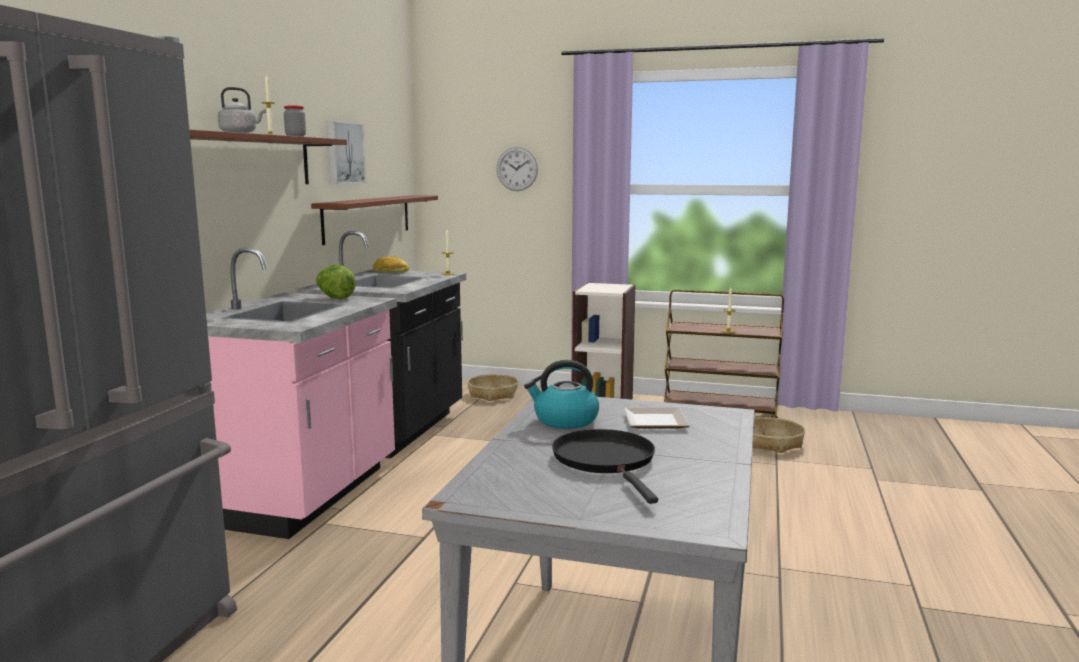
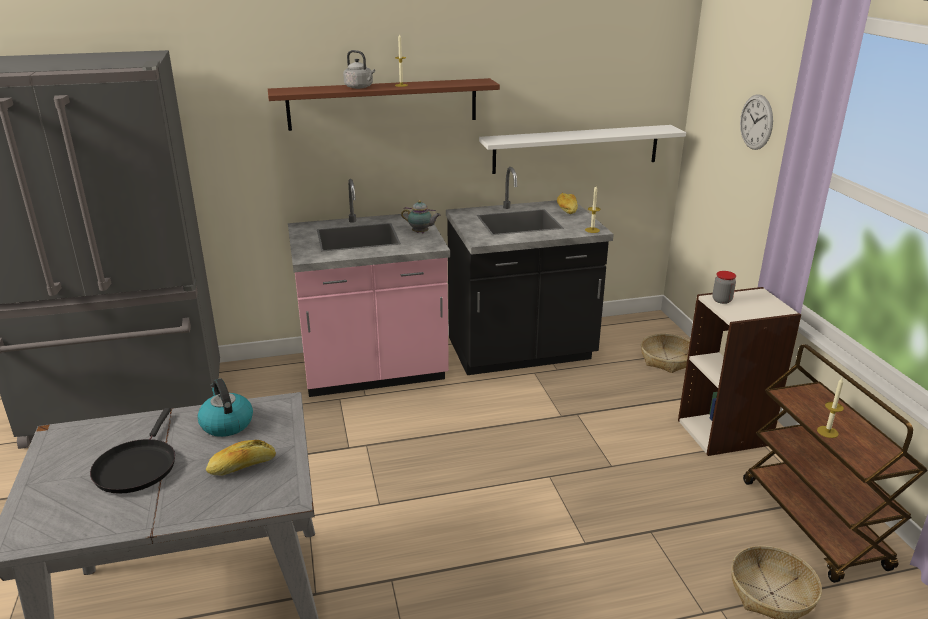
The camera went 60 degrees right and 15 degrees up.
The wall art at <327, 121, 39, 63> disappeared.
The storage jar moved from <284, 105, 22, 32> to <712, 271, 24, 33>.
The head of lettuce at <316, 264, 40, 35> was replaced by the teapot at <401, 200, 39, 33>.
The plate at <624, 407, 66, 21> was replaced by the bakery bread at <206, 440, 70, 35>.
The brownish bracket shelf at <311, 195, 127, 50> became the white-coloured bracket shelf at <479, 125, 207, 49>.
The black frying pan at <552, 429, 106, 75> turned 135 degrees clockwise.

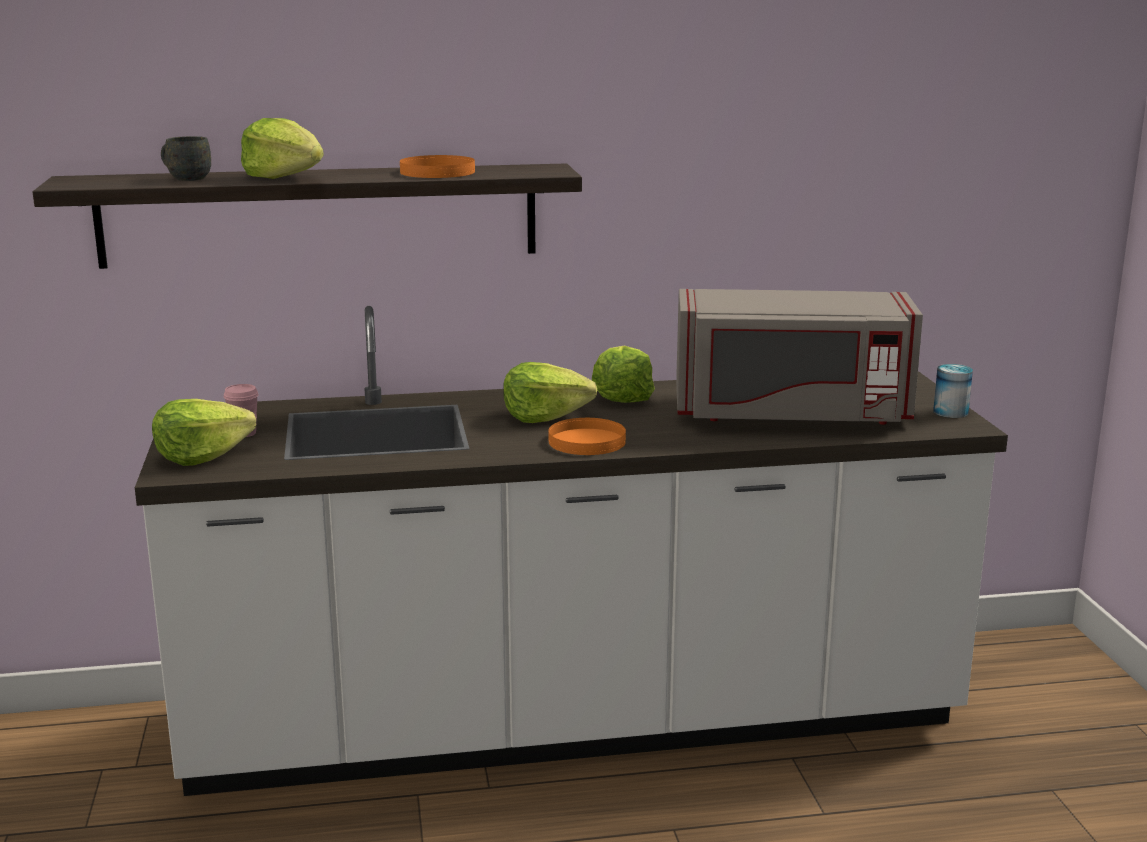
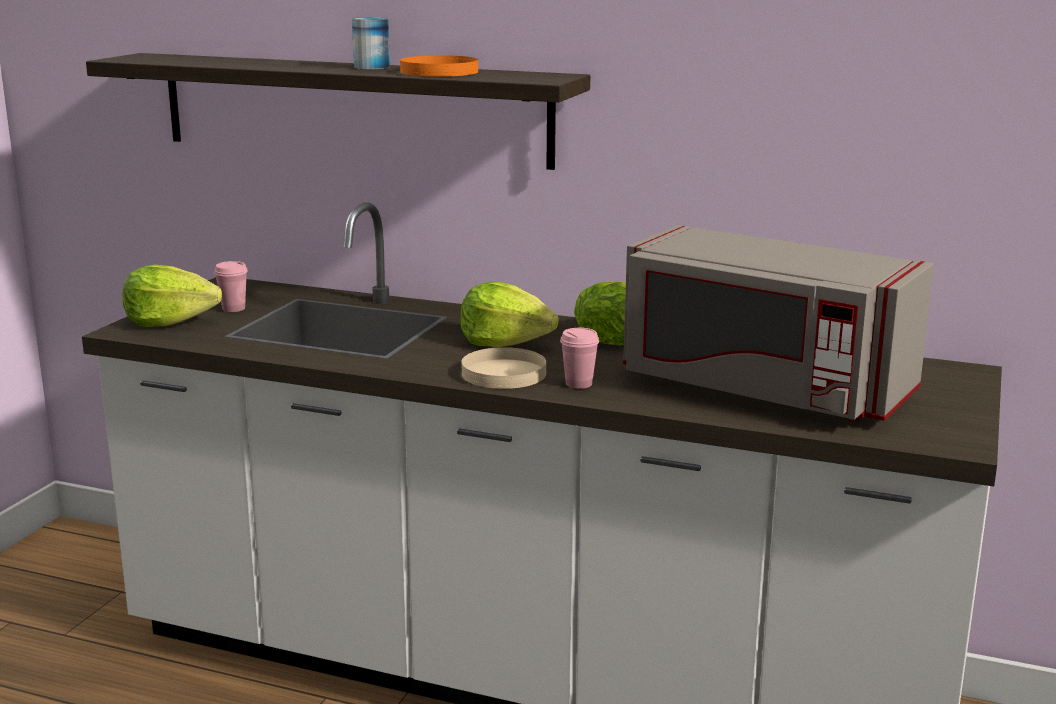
The camera went 30 degrees right and 0 degrees up.
The grey coffee mug at <161, 136, 50, 45> disappeared.
The head of lettuce at <241, 118, 83, 61> disappeared.
The pinkish cup at <560, 328, 39, 61> appeared.
The sealed can moved from <933, 364, 40, 54> to <352, 17, 38, 53>.
The orange-coloured plate at <549, 418, 77, 37> became the beige plate at <462, 347, 84, 42>.

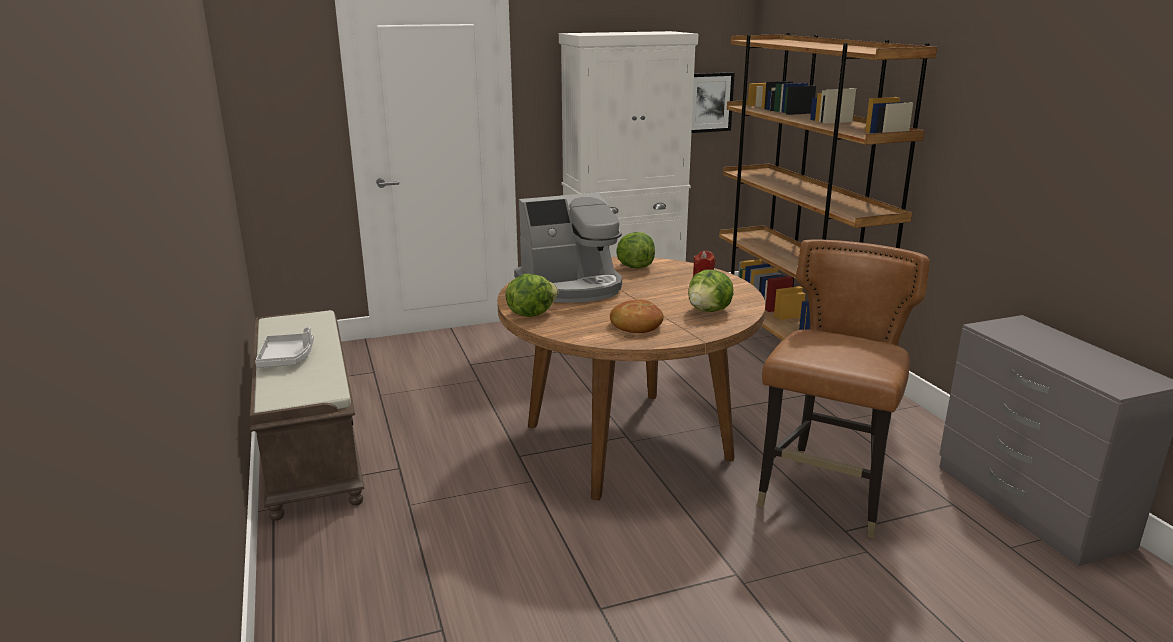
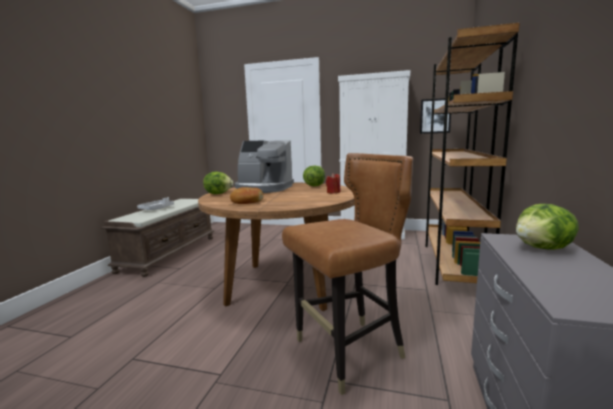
The camera went 35 degrees right and 10 degrees down.
The head of lettuce moved from <688, 269, 45, 43> to <516, 204, 63, 46>.

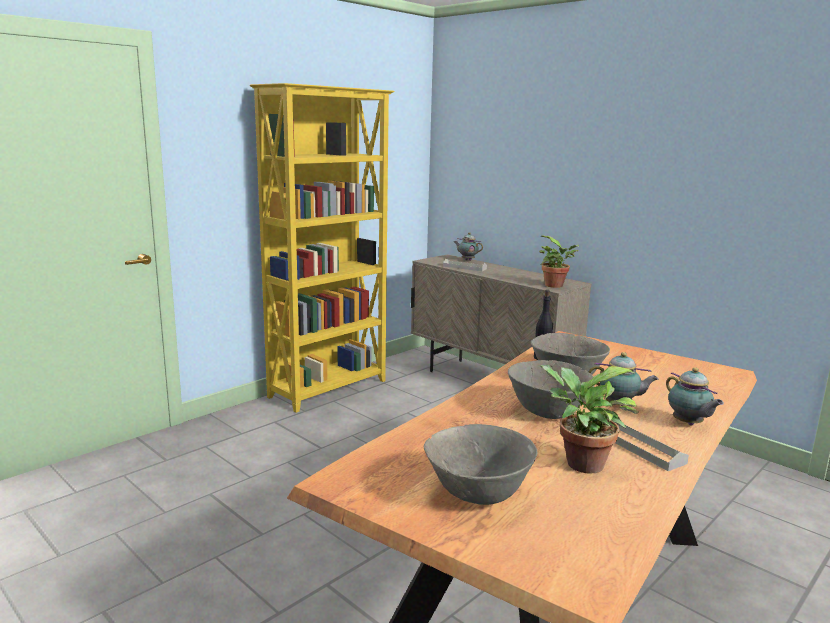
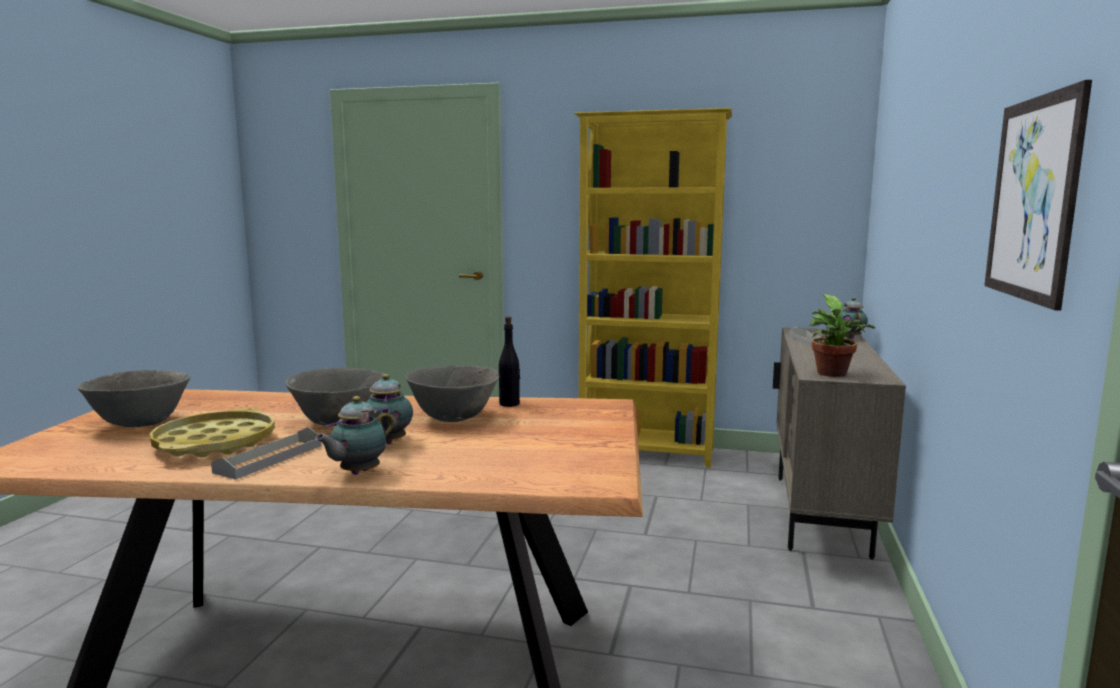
The camera went 60 degrees right and 5 degrees down.
The wall art at <984, 80, 108, 231> appeared.
The plant in a pot at <539, 365, 100, 109> was replaced by the yellow-coloured tray at <150, 408, 125, 50>.

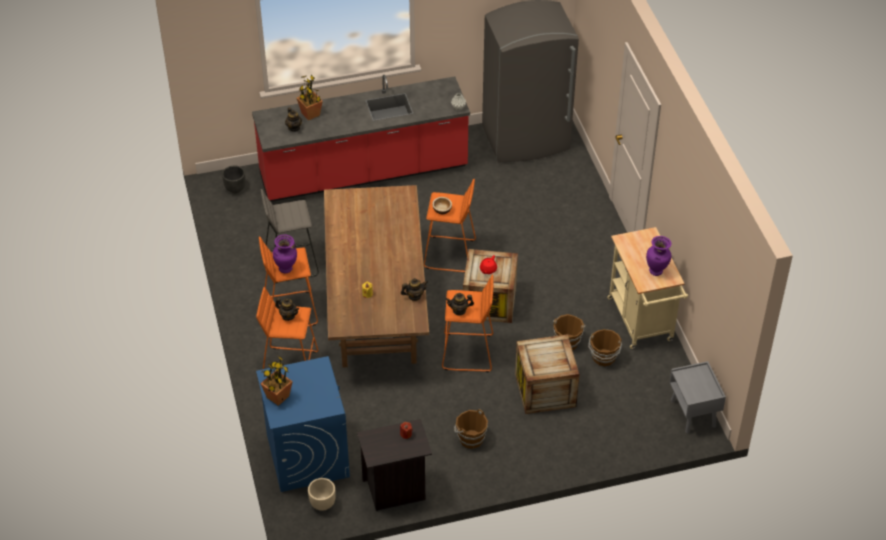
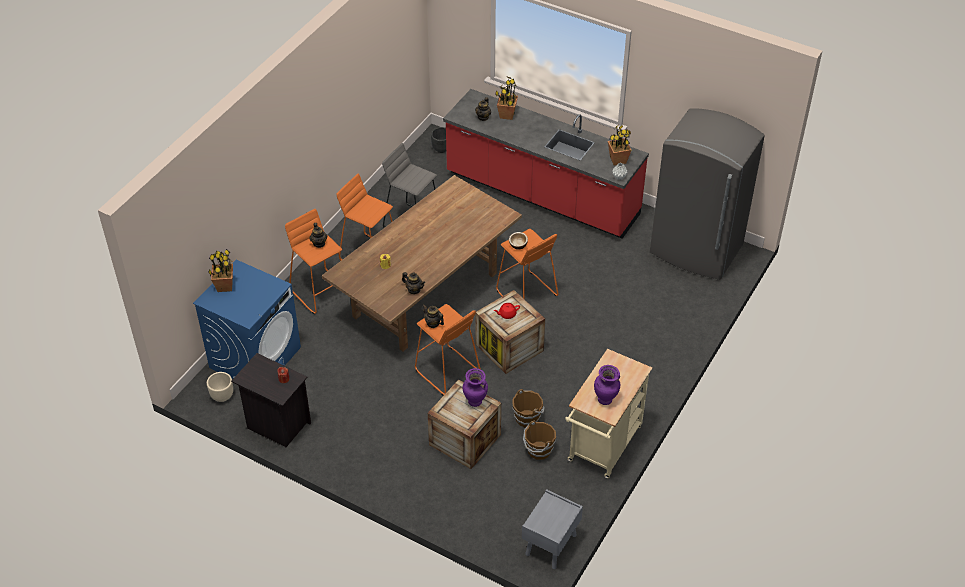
The camera went 45 degrees right and 0 degrees up.
The brownish bucket at <454, 409, 34, 40> disappeared.
The plant in a pot at <608, 126, 23, 40> appeared.
The purple vase moved from <273, 234, 24, 39> to <463, 368, 25, 39>.

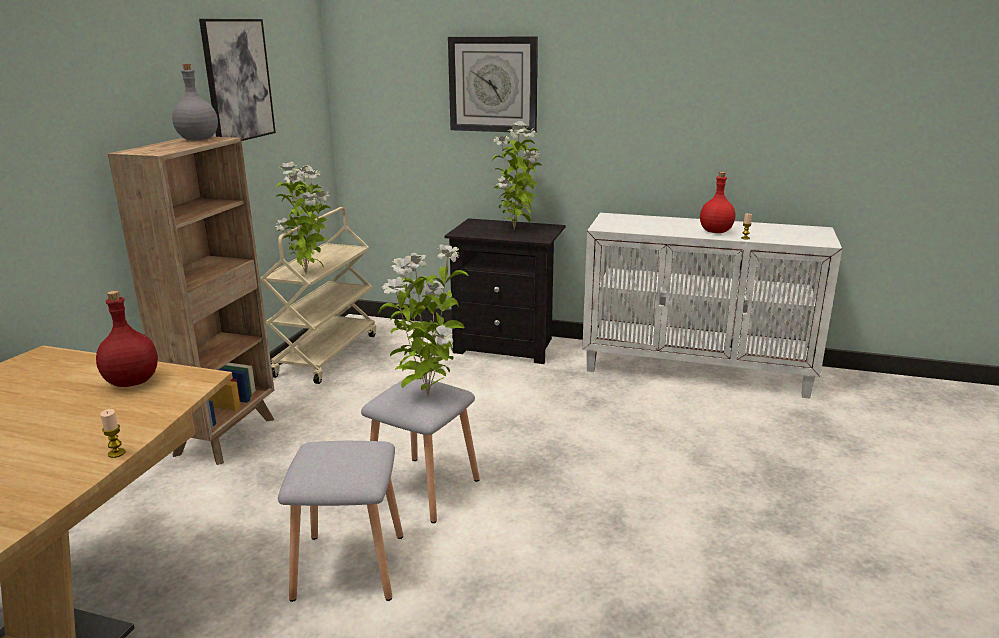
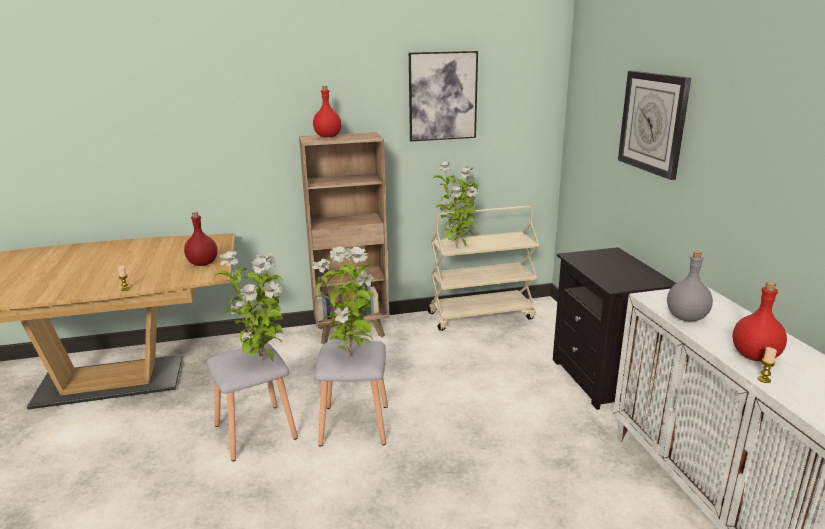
The camera went 60 degrees right and 0 degrees up.
The reddish drink bottle at <313, 86, 29, 52> appeared.
The grey drink bottle moved from <172, 64, 46, 76> to <667, 251, 46, 70>.
The plant in a pot moved from <492, 121, 50, 109> to <214, 251, 69, 110>.

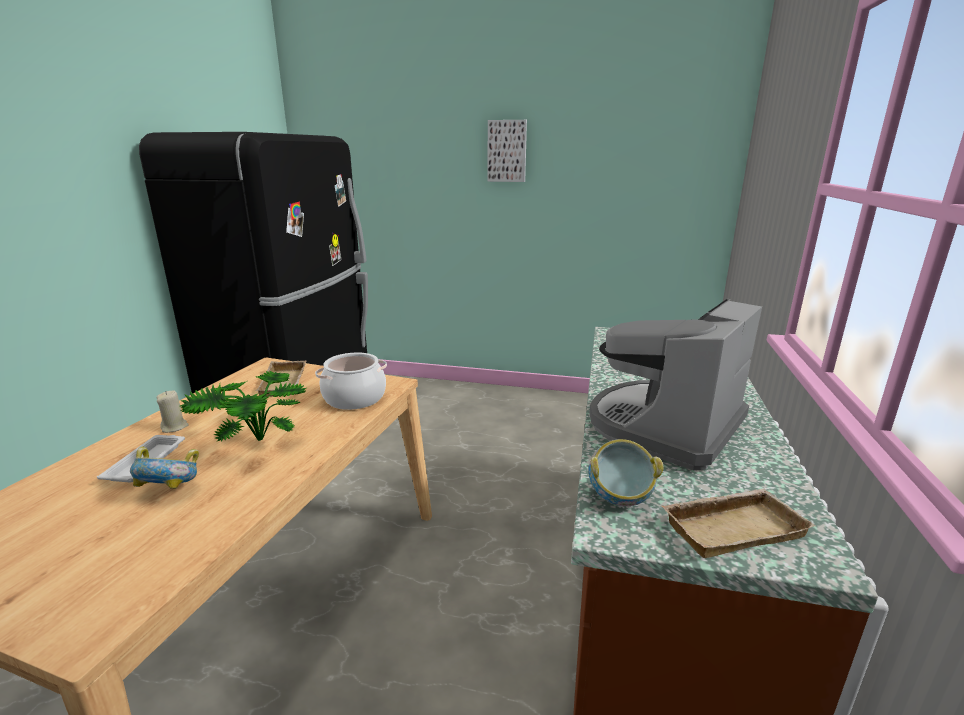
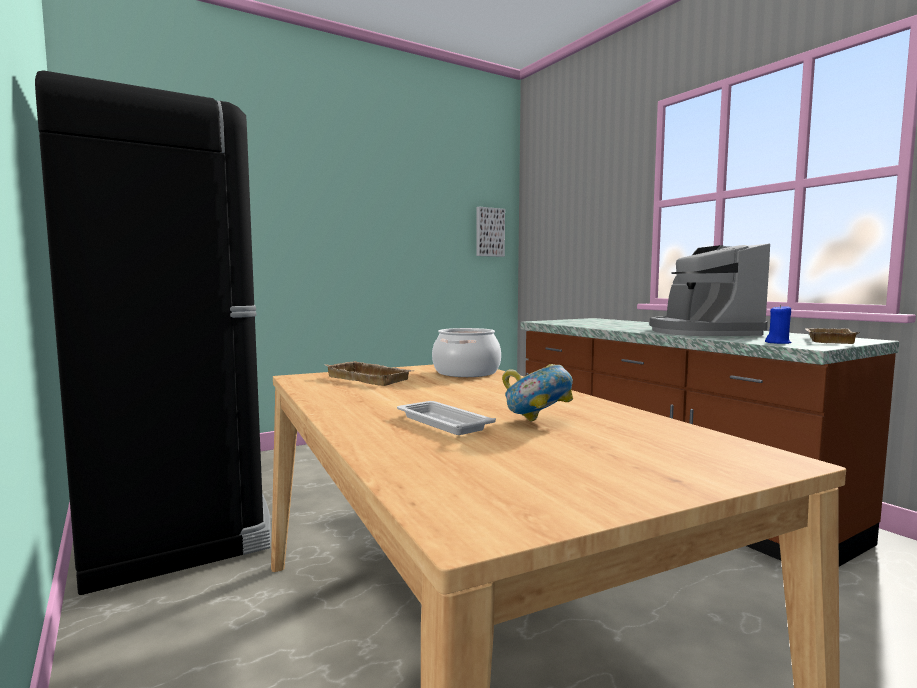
The camera went 45 degrees left and 15 degrees down.
The beige wax candle at <157, 390, 32, 43> disappeared.
The plant in a pot at <180, 371, 126, 70> disappeared.
The wall art moved from <487, 120, 40, 62> to <476, 207, 29, 50>.
The deep dish at <588, 439, 76, 67> was replaced by the blue wax candle at <765, 304, 26, 40>.

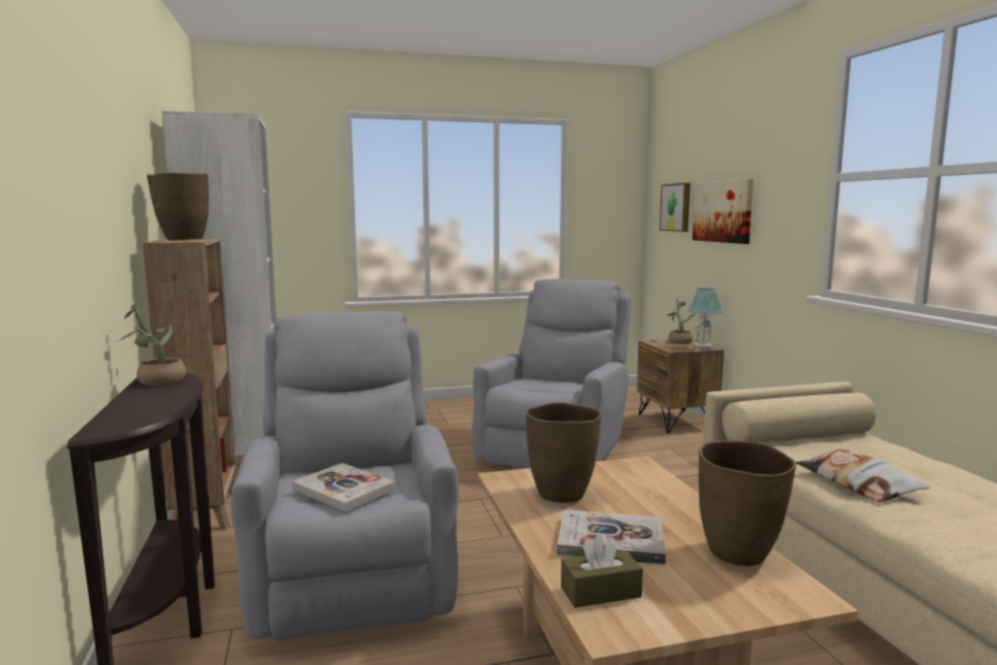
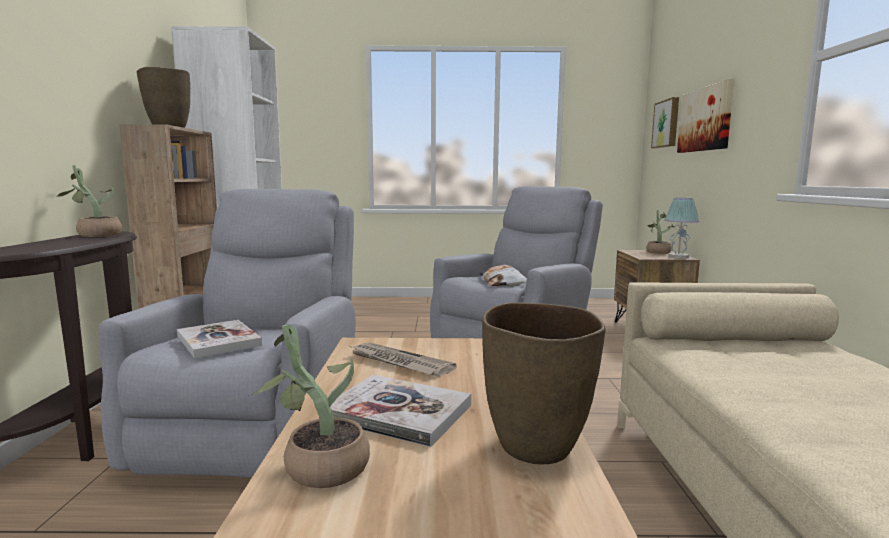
The camera went 15 degrees right and 0 degrees up.
The pillow moved from <796, 449, 134, 53> to <480, 265, 47, 21>.
The brownish vase at <526, 403, 75, 100> was replaced by the newspaper at <352, 342, 105, 35>.
The brownish tissue holder at <561, 533, 82, 75> was replaced by the plant in a pot at <248, 324, 122, 164>.

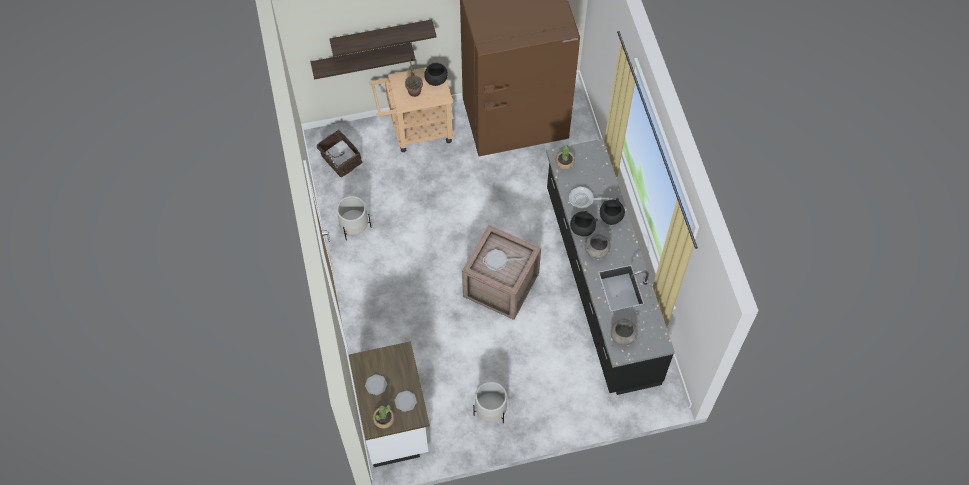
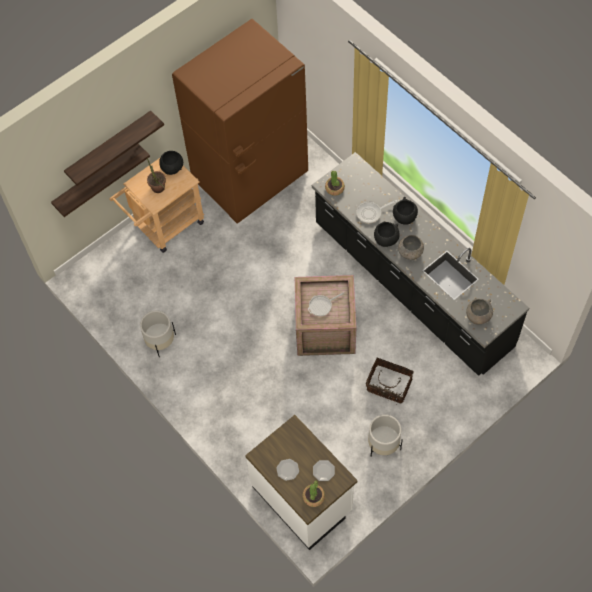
The camera went 25 degrees left and 0 degrees up.
The household basket moved from <317, 130, 45, 47> to <366, 358, 48, 45>.

